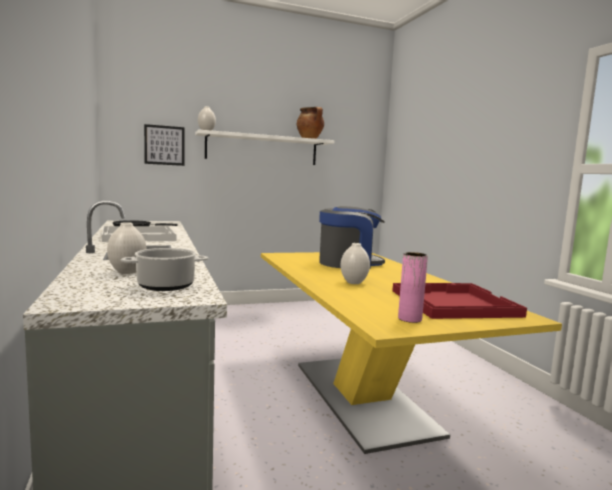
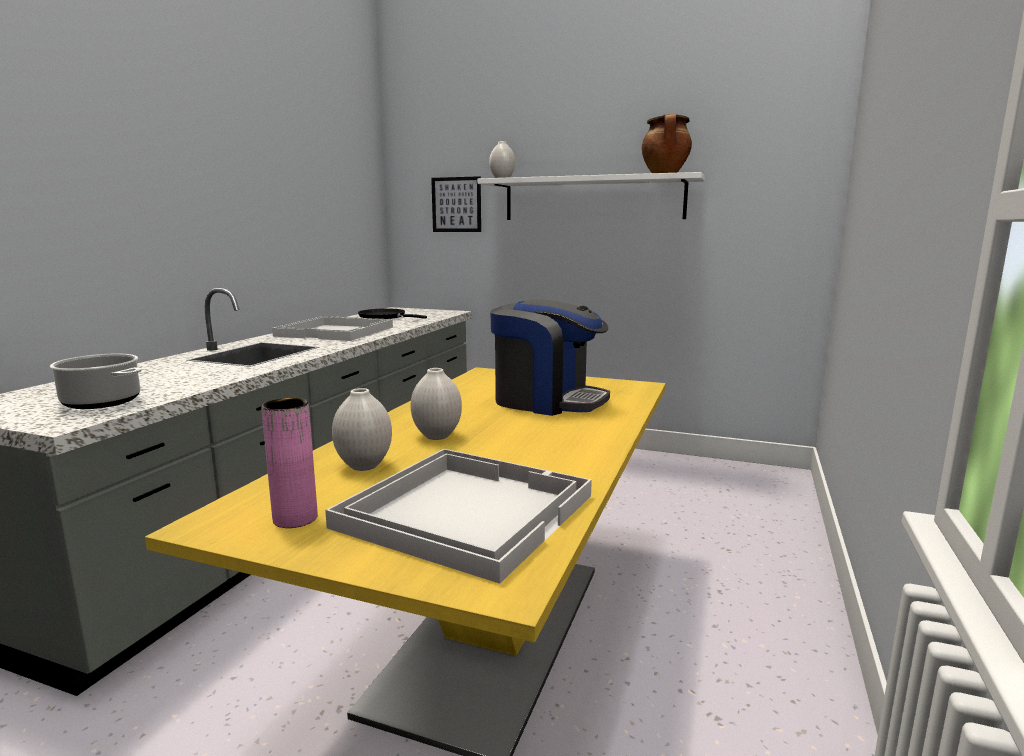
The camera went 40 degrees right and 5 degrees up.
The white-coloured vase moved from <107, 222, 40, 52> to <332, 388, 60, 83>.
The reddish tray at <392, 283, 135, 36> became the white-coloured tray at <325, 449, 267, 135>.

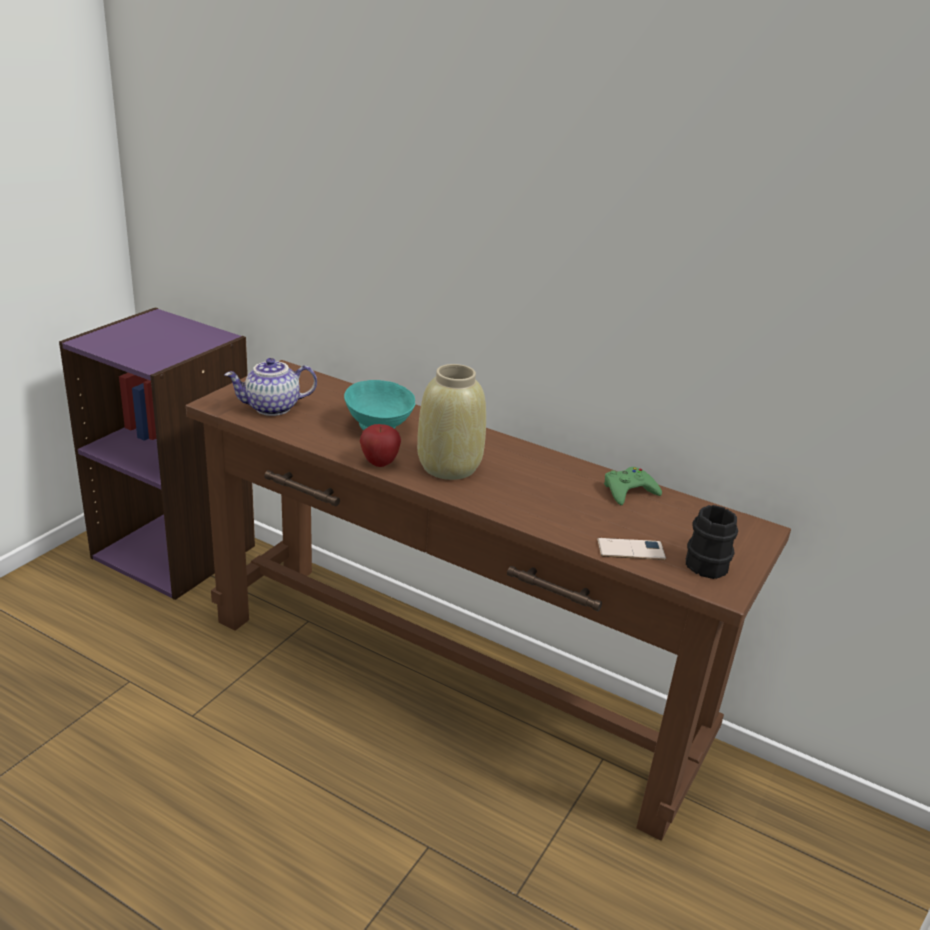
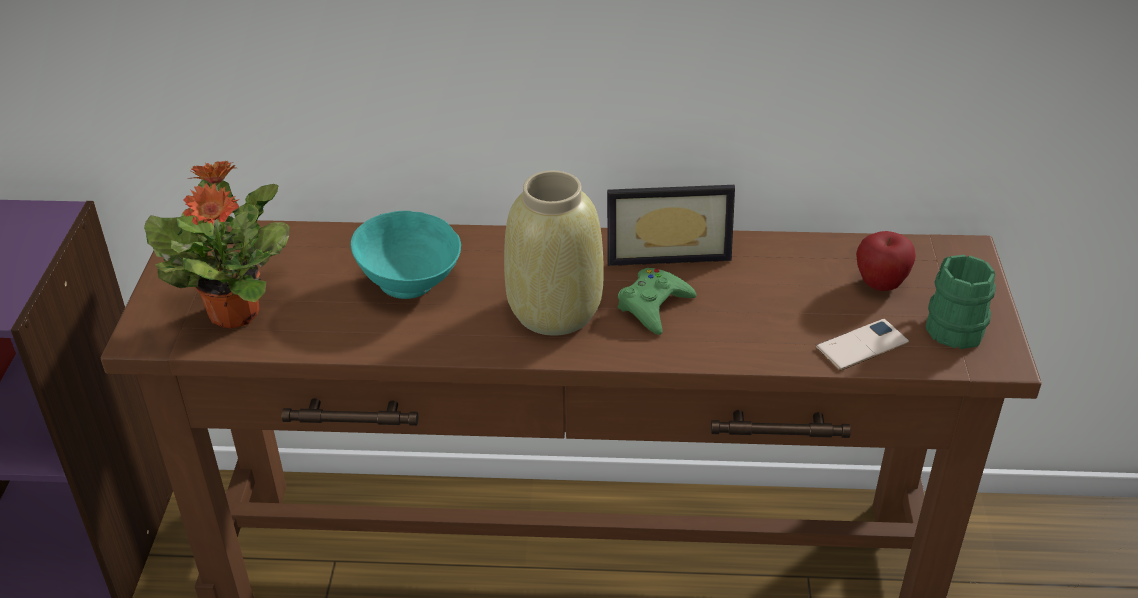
The camera went 25 degrees left and 10 degrees up.
The picture frame at <607, 185, 128, 81> appeared.
The whole apple moved from <360, 424, 41, 43> to <856, 231, 60, 60>.
The greenish joypad moved from <604, 467, 58, 38> to <618, 268, 79, 67>.
The teapot at <224, 358, 93, 58> was replaced by the plant in a pot at <144, 161, 146, 167>.
The black coffee mug at <686, 505, 52, 74> became the greenish coffee mug at <926, 255, 70, 94>.

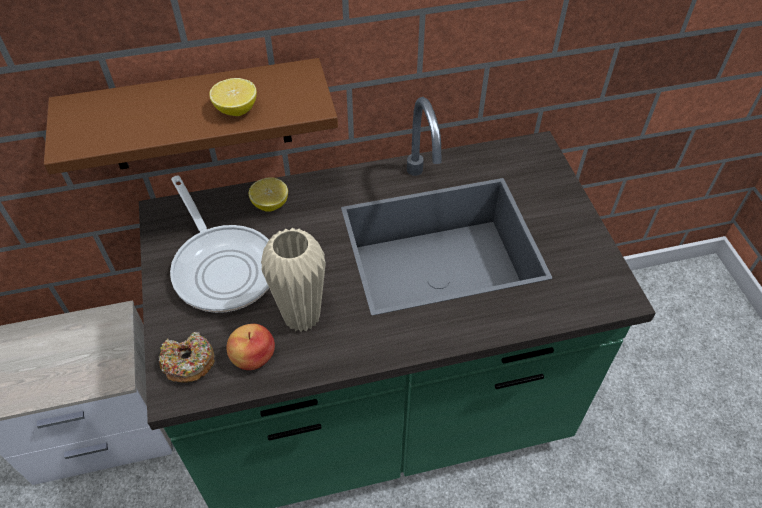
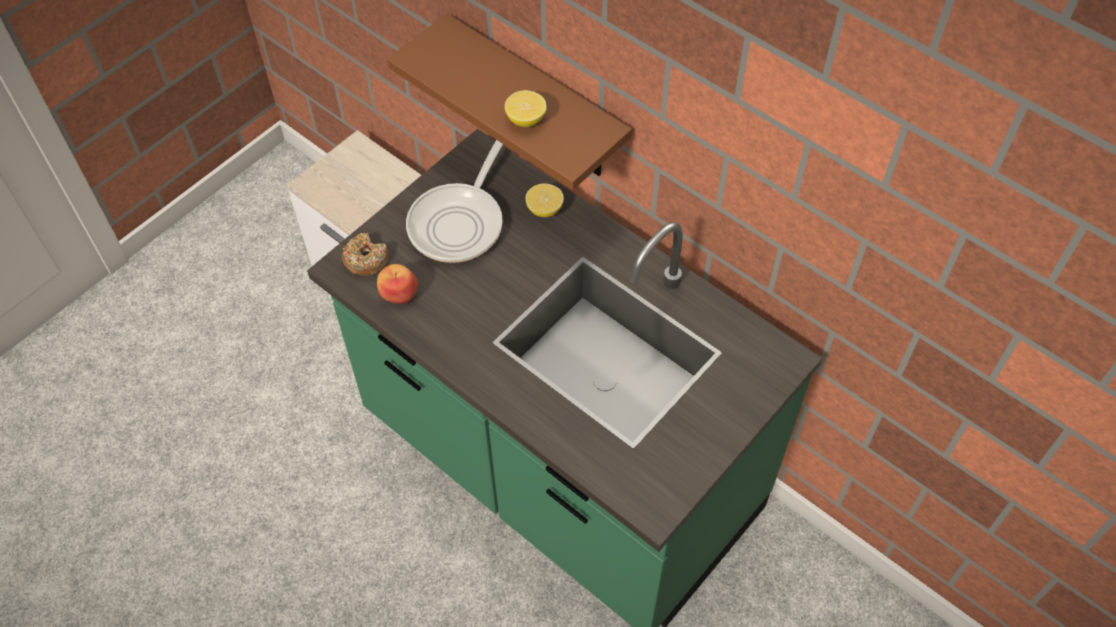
The camera went 55 degrees right and 5 degrees up.
The beige vase at <261, 228, 65, 104> disappeared.

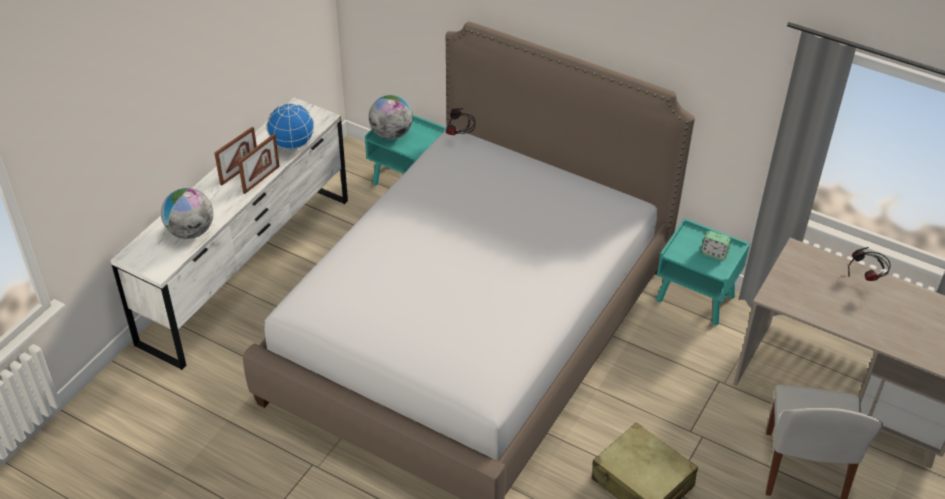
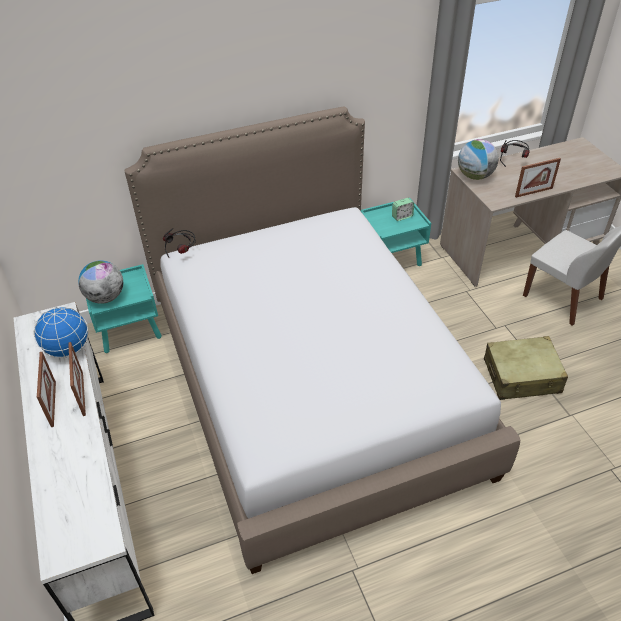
The camera went 50 degrees left and 0 degrees up.
The picture frame at <515, 158, 46, 40> appeared.
The desk globe moved from <161, 188, 52, 51> to <458, 139, 40, 41>.

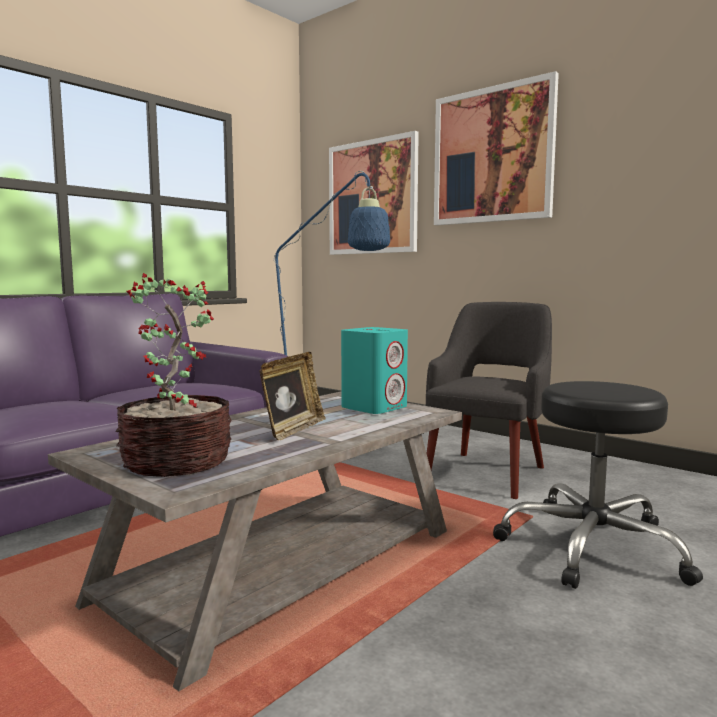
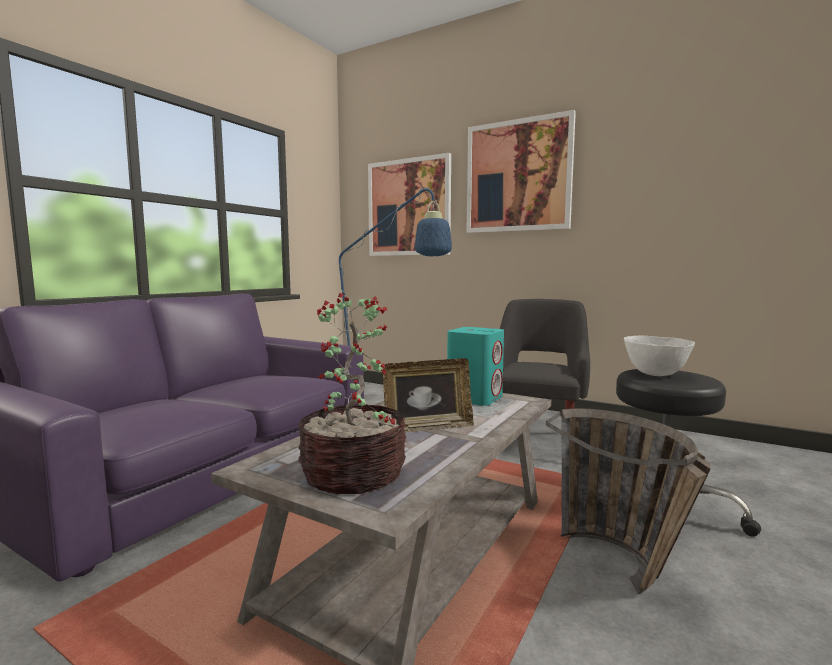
The camera went 10 degrees left and 0 degrees up.
The household basket at <546, 408, 165, 186> appeared.
The white-coloured deep dish at <624, 336, 71, 40> appeared.
The picture frame at <259, 352, 67, 88> turned 60 degrees clockwise.

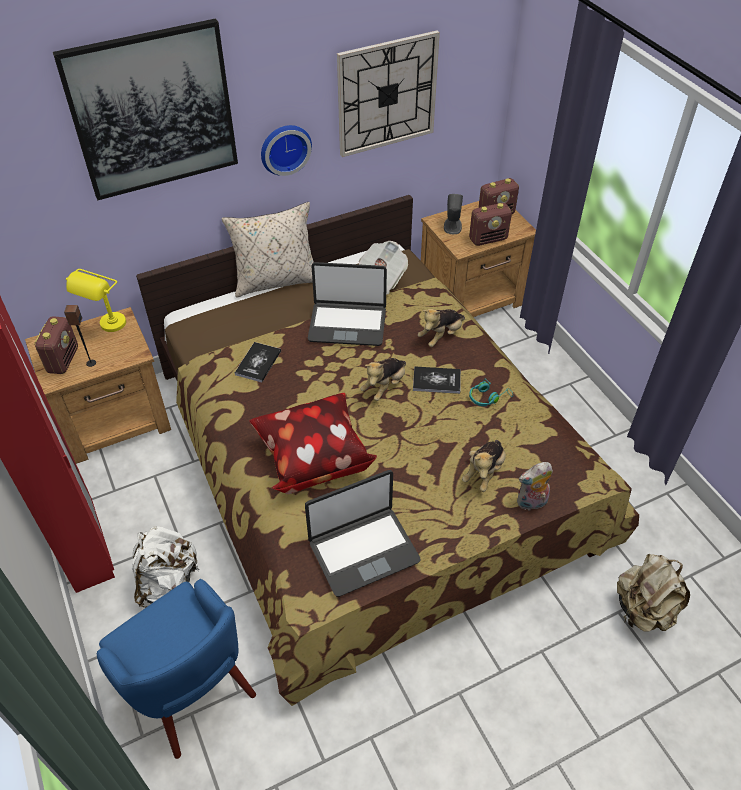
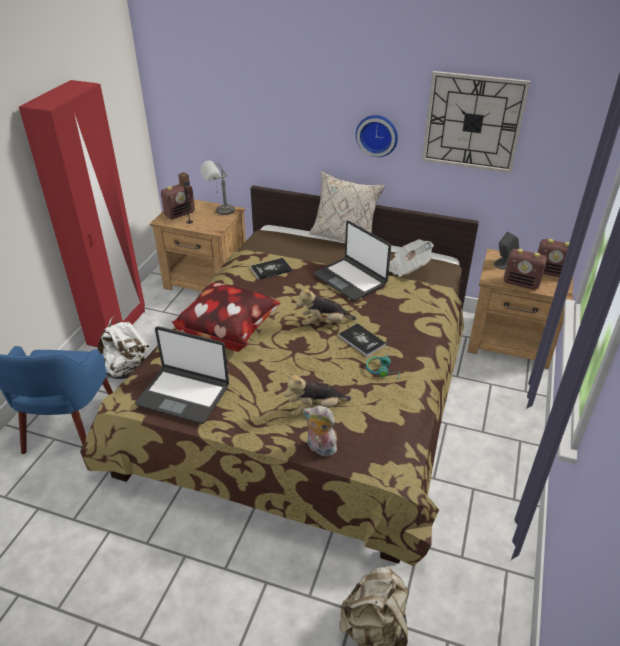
The camera went 45 degrees right and 10 degrees down.
The wall art at <53, 18, 185, 182> disappeared.
The plush toy at <418, 309, 47, 38> disappeared.
The yellow-coloured table lamp at <66, 269, 60, 63> became the grey table lamp at <200, 161, 35, 54>.

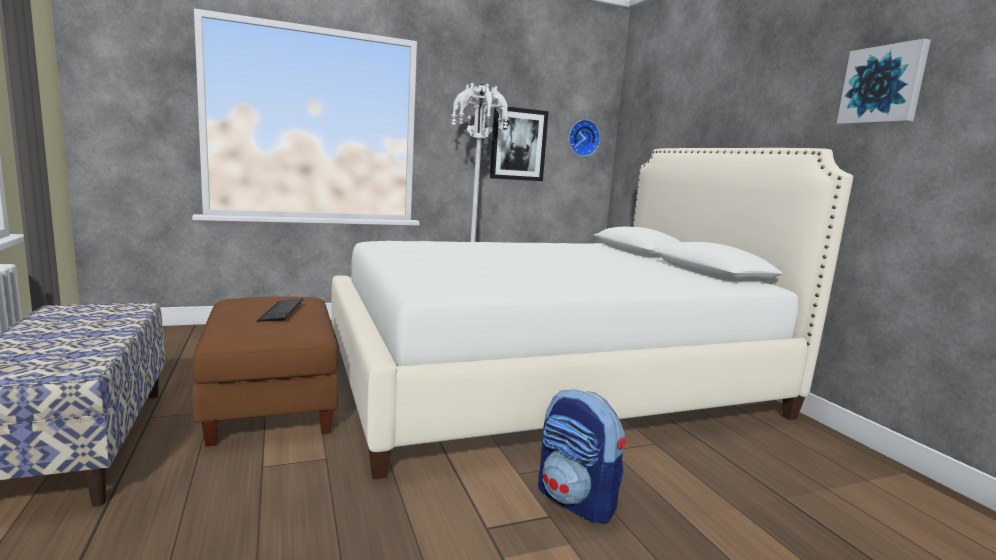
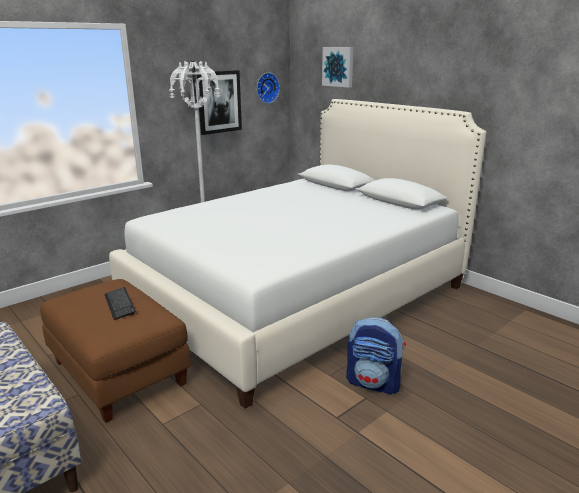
The camera went 20 degrees left and 10 degrees up.
The wall art moved from <837, 38, 94, 86> to <322, 47, 31, 41>.

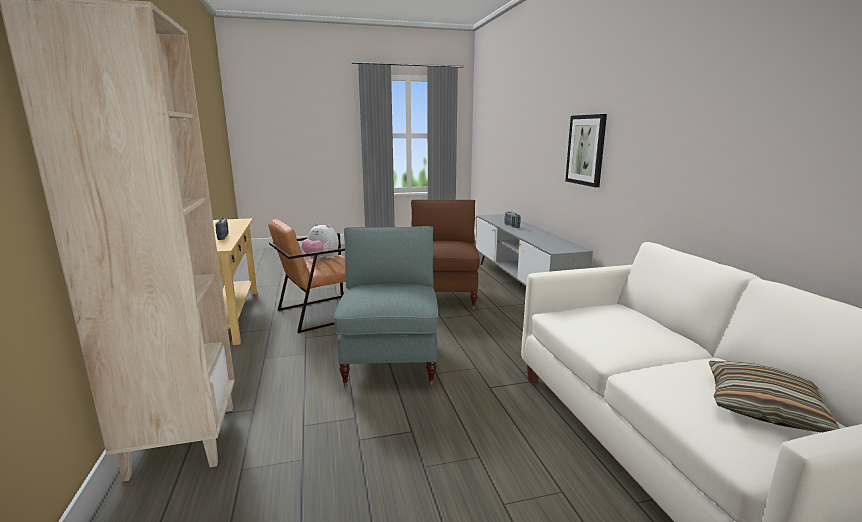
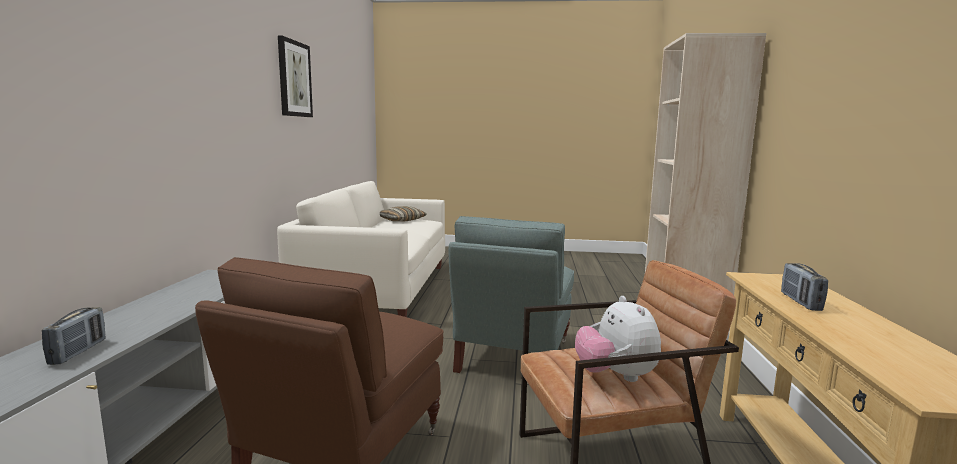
The camera went 160 degrees left and 5 degrees down.
The wall art moved from <565, 114, 42, 73> to <278, 35, 35, 82>.
The plush toy at <302, 223, 37, 35> turned 150 degrees counterclockwise.

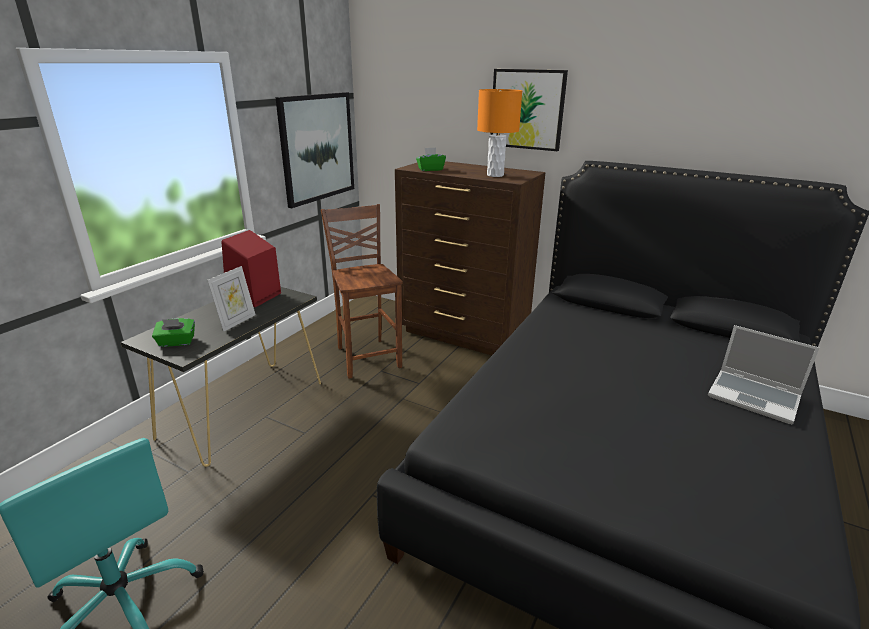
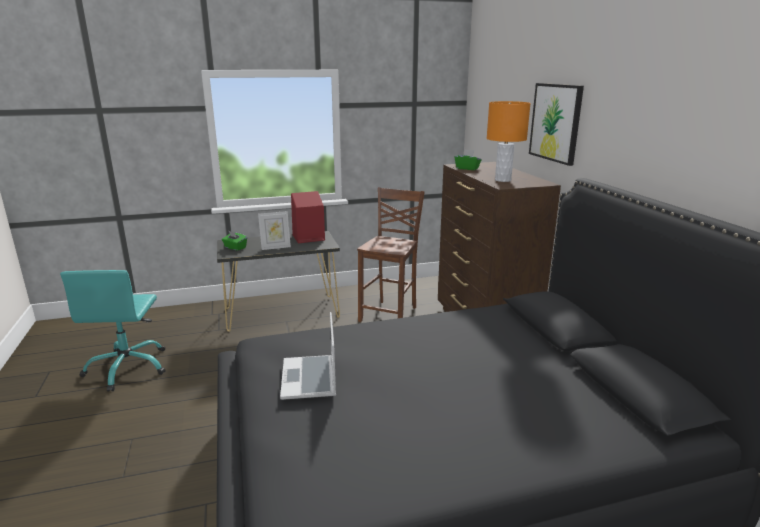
The camera went 45 degrees right and 5 degrees down.
The wall art at <275, 92, 79, 116> disappeared.
The notebook computer moved from <708, 325, 112, 99> to <280, 312, 56, 88>.

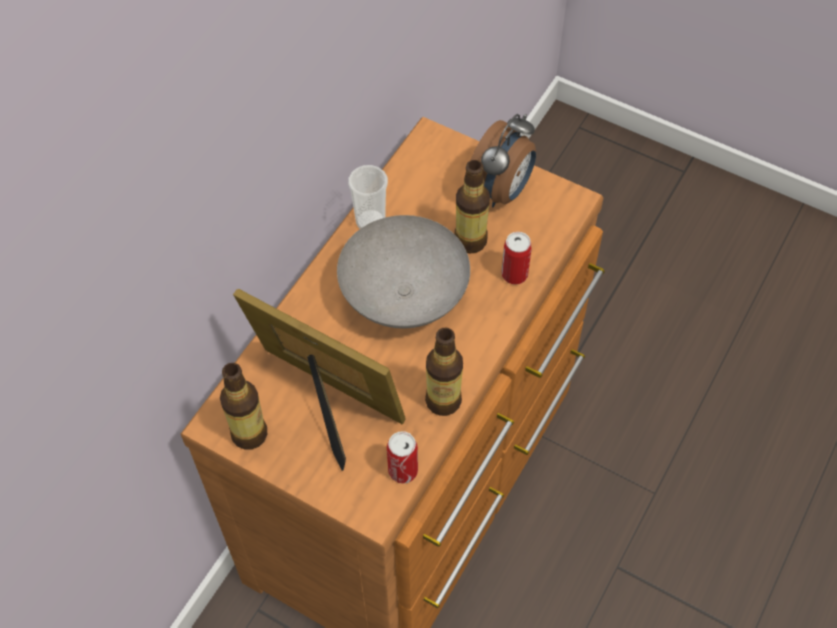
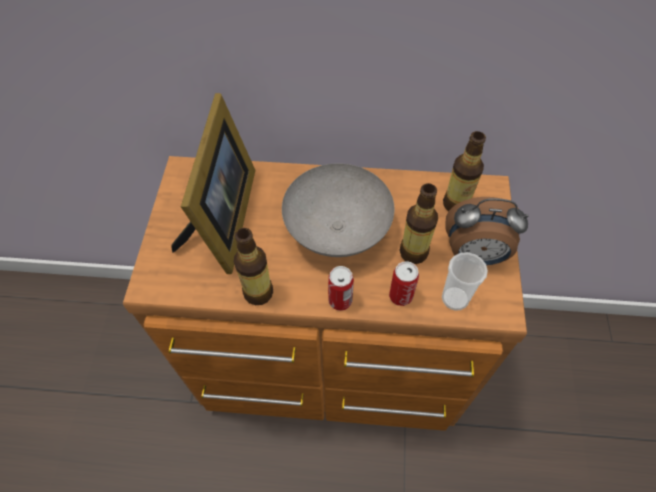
The camera went 65 degrees right and 0 degrees up.
The drink bottle moved from <220, 363, 47, 87> to <443, 131, 43, 80>.
The cup moved from <348, 165, 40, 64> to <442, 252, 46, 59>.
The sealed can moved from <387, 431, 31, 53> to <328, 266, 26, 45>.

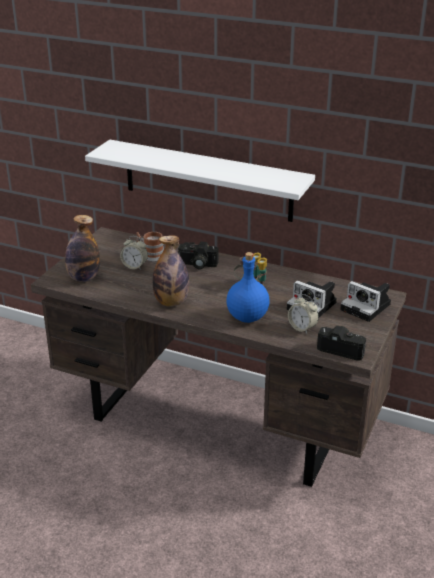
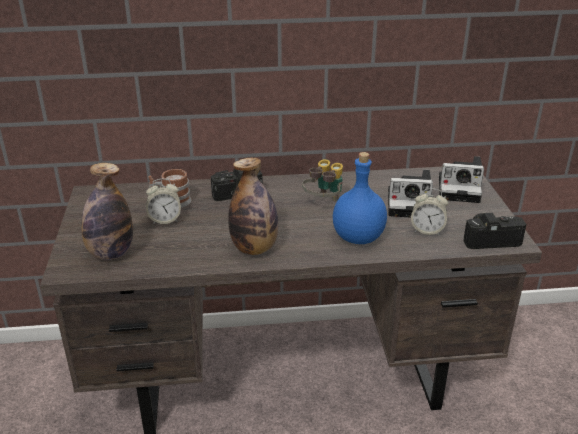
The camera went 30 degrees left and 0 degrees up.
The white-coloured bracket shelf at <85, 140, 230, 82> disappeared.

